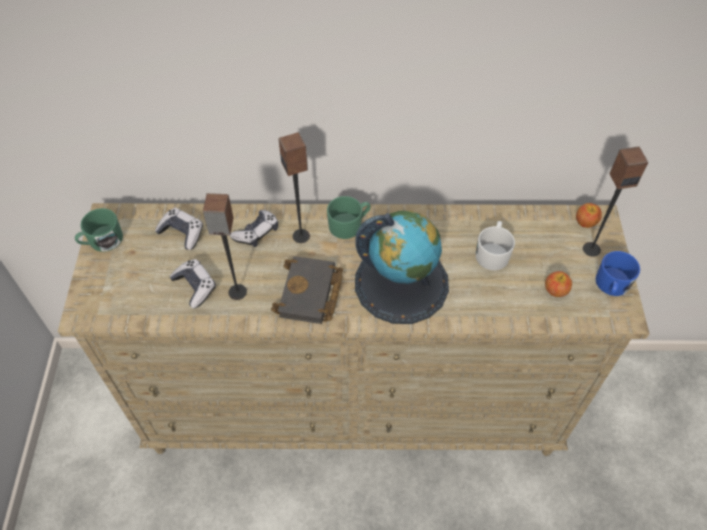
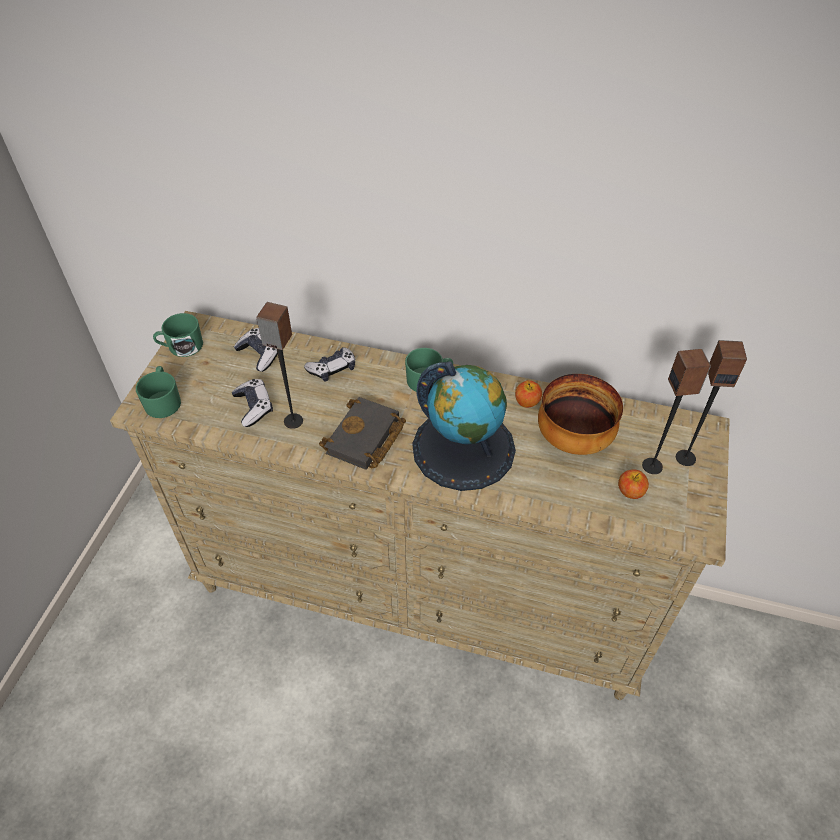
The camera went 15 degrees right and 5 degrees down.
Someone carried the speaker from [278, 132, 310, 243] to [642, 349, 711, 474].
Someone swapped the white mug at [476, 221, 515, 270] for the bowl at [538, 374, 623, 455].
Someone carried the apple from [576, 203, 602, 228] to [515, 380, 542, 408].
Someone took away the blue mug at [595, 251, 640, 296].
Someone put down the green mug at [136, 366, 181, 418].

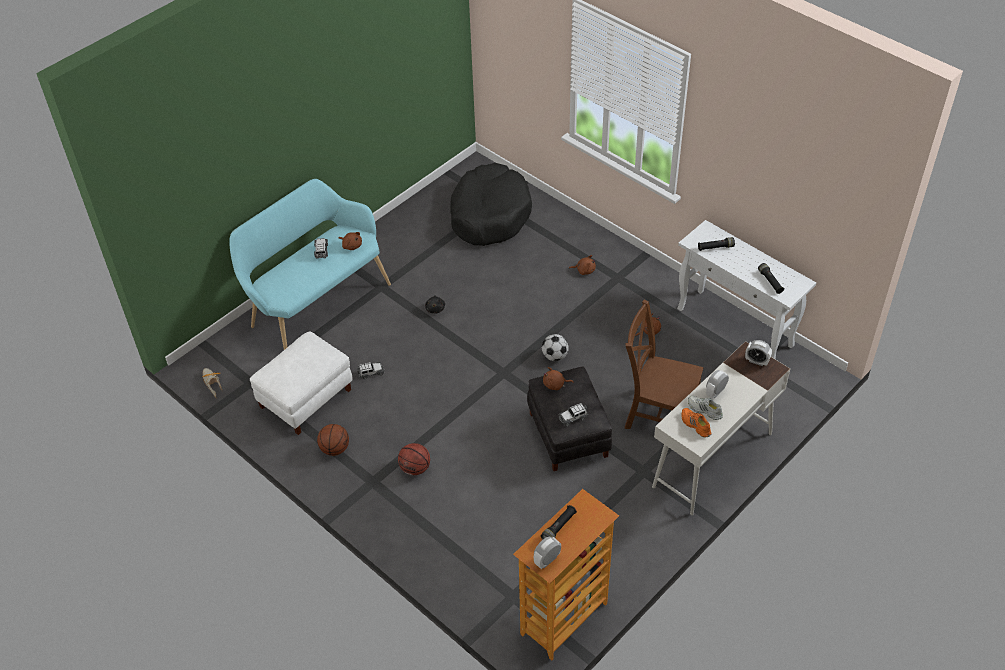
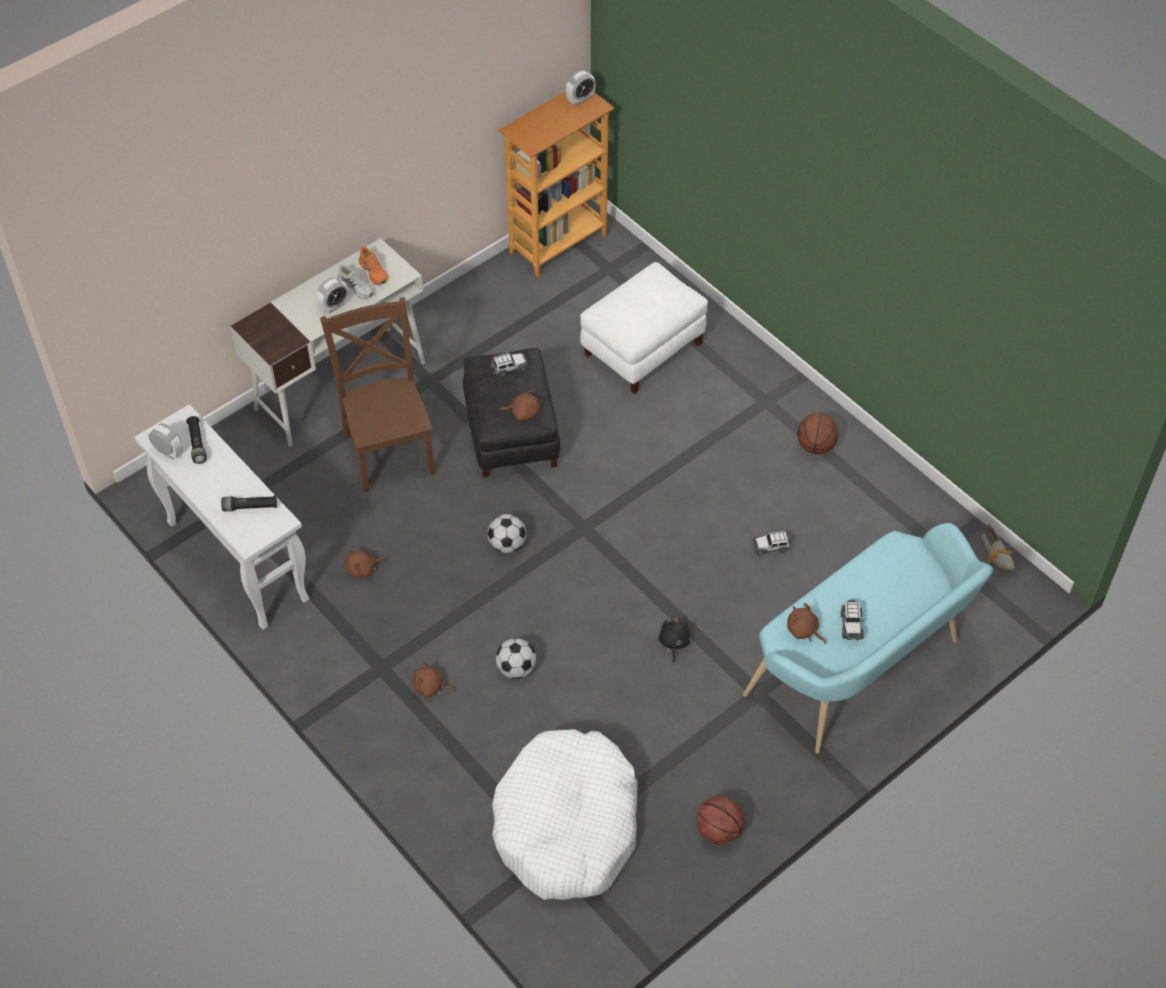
The camera went 175 degrees left and 5 degrees up.
Someone carried the white ottoman from [250, 331, 353, 435] to [580, 262, 708, 394].
Someone carried the basketball from [398, 443, 430, 475] to [696, 796, 744, 845].
Someone repainted the black dog bed at [450, 163, 532, 246], which became the white dog bed at [492, 729, 637, 900].
Someone took away the black flashlight at [541, 505, 577, 540].
Someone rotated the brown chair at [625, 300, 704, 429] by 135 degrees counterclockwise.
Someone carried the alarm clock from [745, 340, 772, 366] to [148, 423, 183, 459].
Someone put down the football at [496, 638, 536, 679].

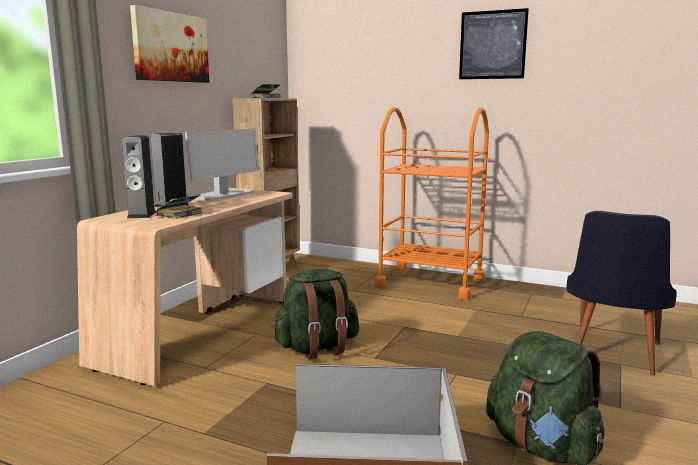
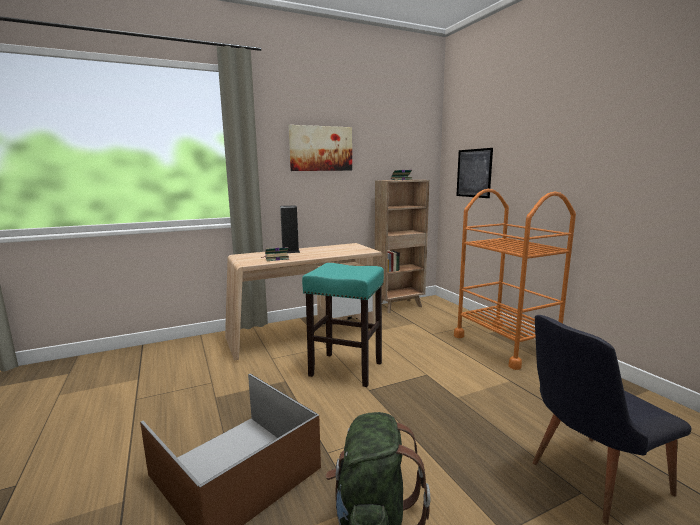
The camera went 40 degrees right and 0 degrees up.
Someone took away the speaker at [122, 136, 156, 218].
Someone took away the monitor at [185, 129, 259, 201].
Someone swapped the green backpack at [272, 269, 359, 360] for the turquoise stool at [302, 263, 384, 387].
Someone carried the picture from [459, 8, 529, 79] to [456, 148, 493, 198].

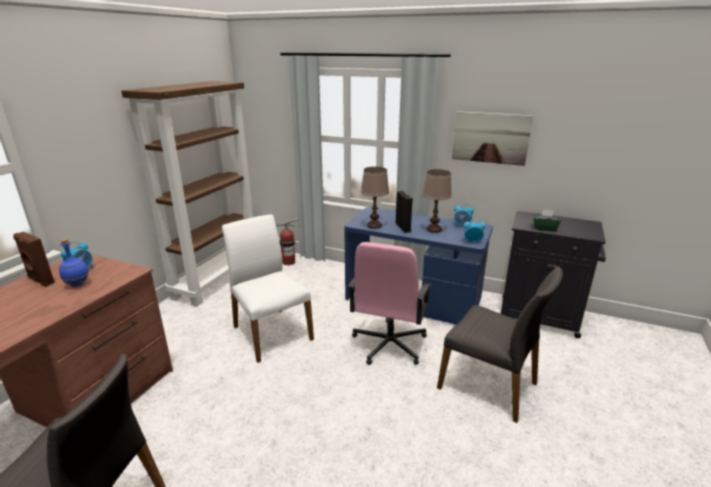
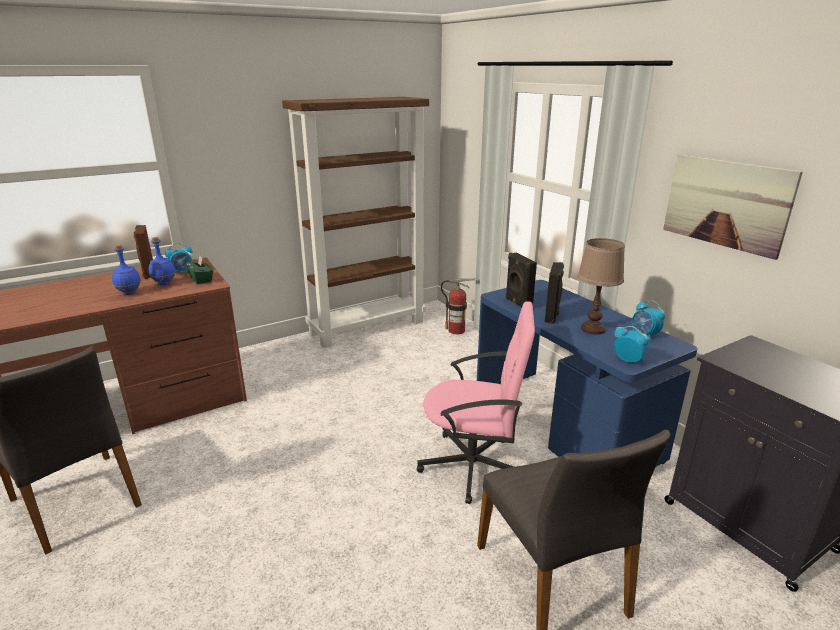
The camera went 35 degrees right and 0 degrees up.
Someone took away the white chair at [222, 215, 314, 363].
Someone rotated the pink office chair at [348, 242, 432, 365] by 135 degrees counterclockwise.
Someone swapped the brown table lamp at [361, 167, 389, 229] for the black speaker at [505, 253, 537, 308].
Someone carried the green tissue box from [533, 209, 561, 232] to [186, 256, 213, 284].
Someone put down the blue bottle at [112, 245, 141, 295].

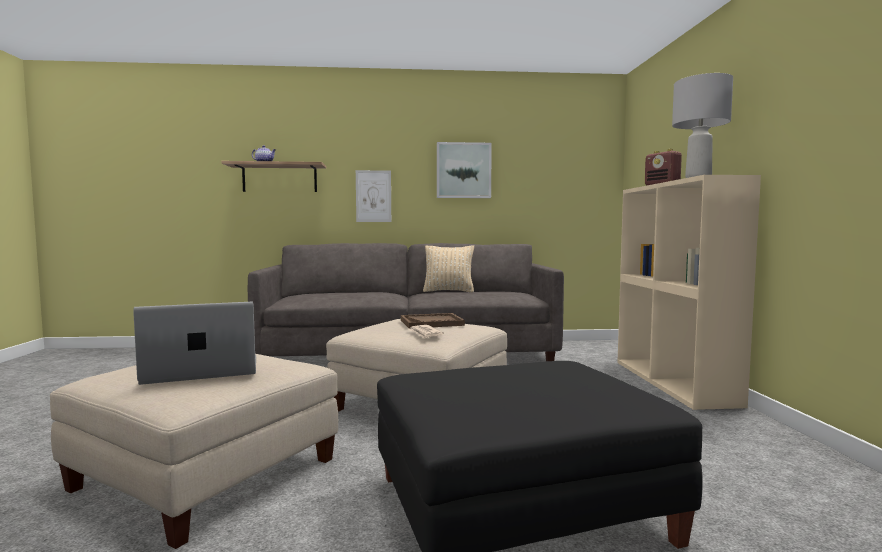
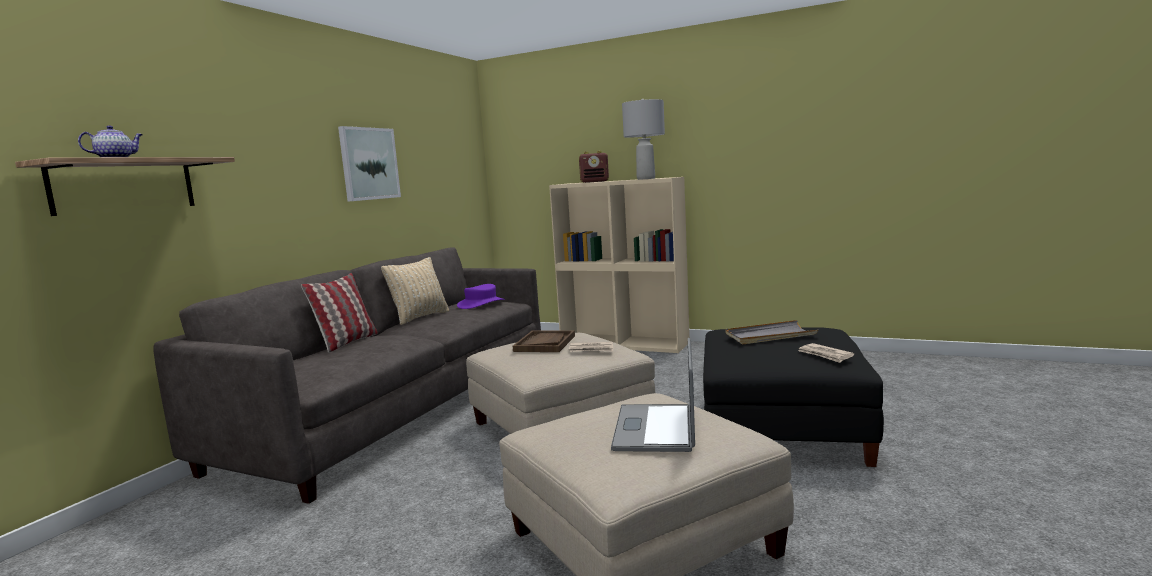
The camera went 60 degrees left and 5 degrees up.
Someone took away the picture at [356, 170, 391, 222].
Someone put down the pillow at [301, 273, 378, 352].
Someone put down the purple hat at [457, 284, 505, 309].
Someone put down the grey tray at [726, 320, 819, 344].
Someone put down the newspaper at [798, 343, 854, 363].

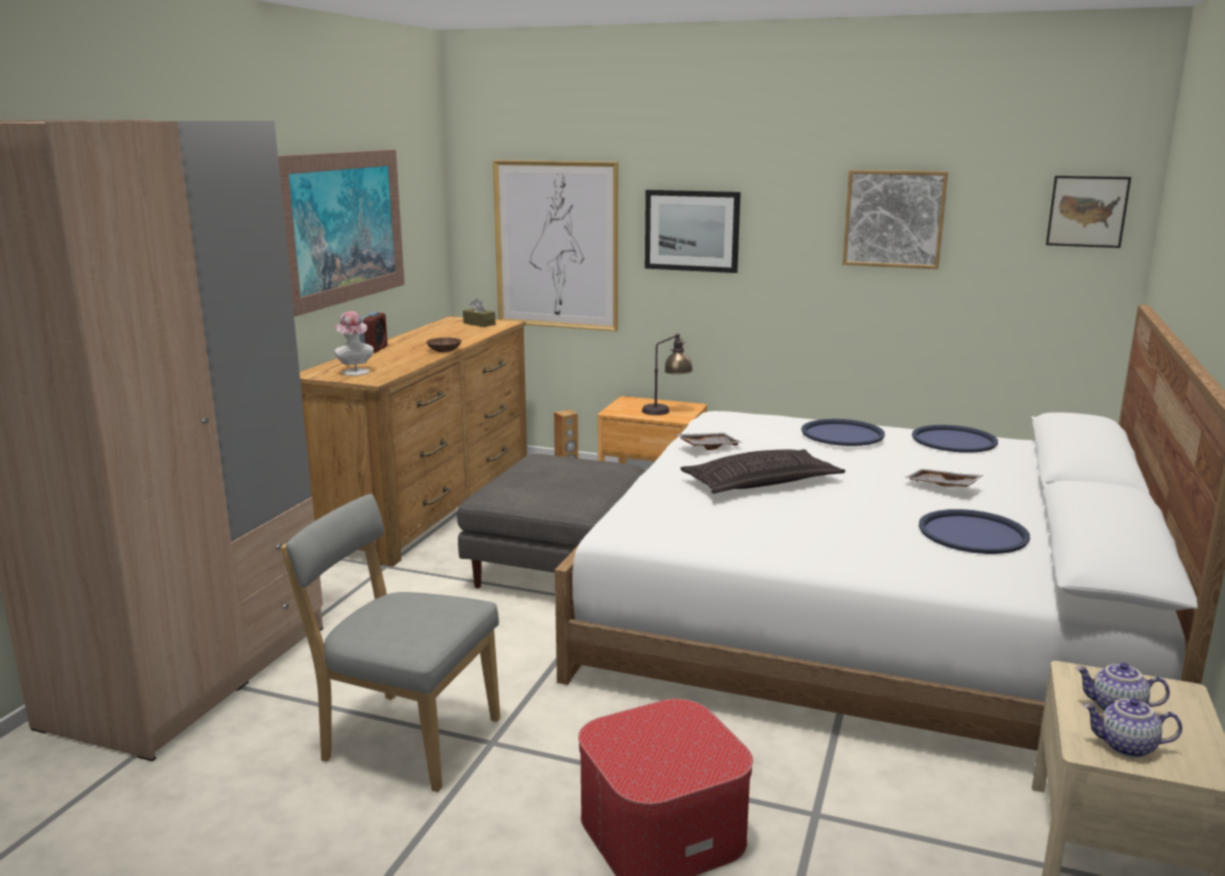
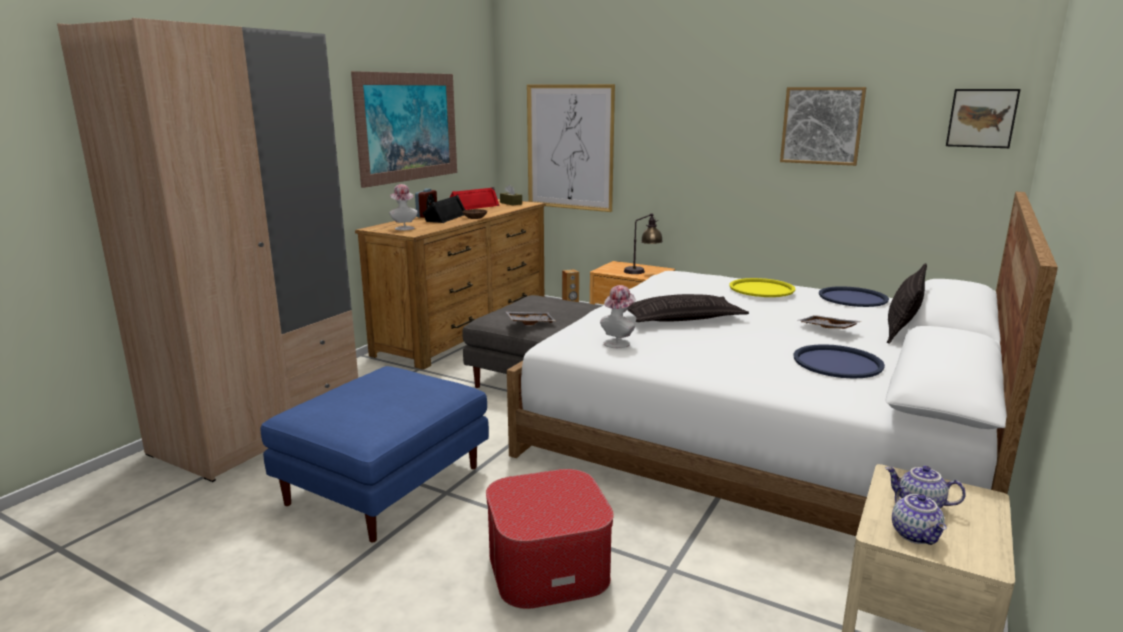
The camera went 10 degrees right and 0 degrees up.
Someone swapped the grey chair at [280, 494, 500, 792] for the blue ottoman at [261, 366, 489, 543].
Someone took away the picture at [645, 190, 741, 273].
Someone carried the grey tray from [676, 433, 743, 450] to [505, 311, 555, 325].
Someone repainted the blue tray at [801, 419, 885, 446], which became the yellow tray at [729, 278, 795, 297].
Someone rotated the teapot at [1083, 698, 1182, 758] by 120 degrees counterclockwise.
Someone put down the black speaker at [422, 195, 465, 223].
Someone put down the red speaker at [449, 187, 500, 210].
Someone put down the hat at [600, 285, 636, 348].
Someone put down the pillow at [887, 263, 927, 344].

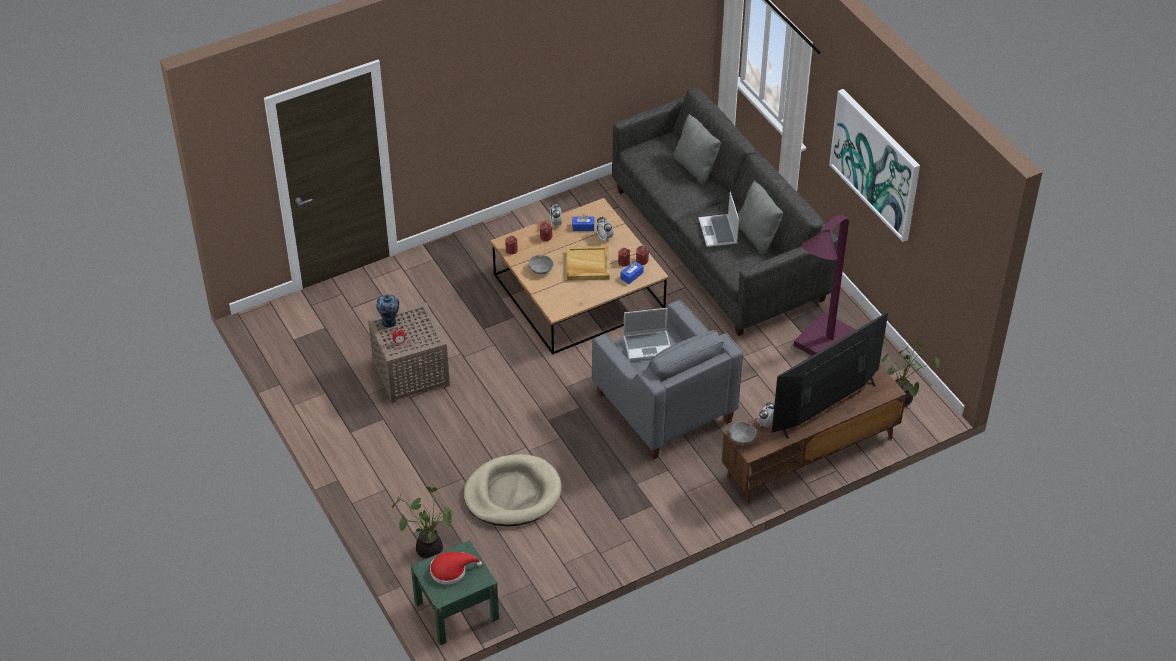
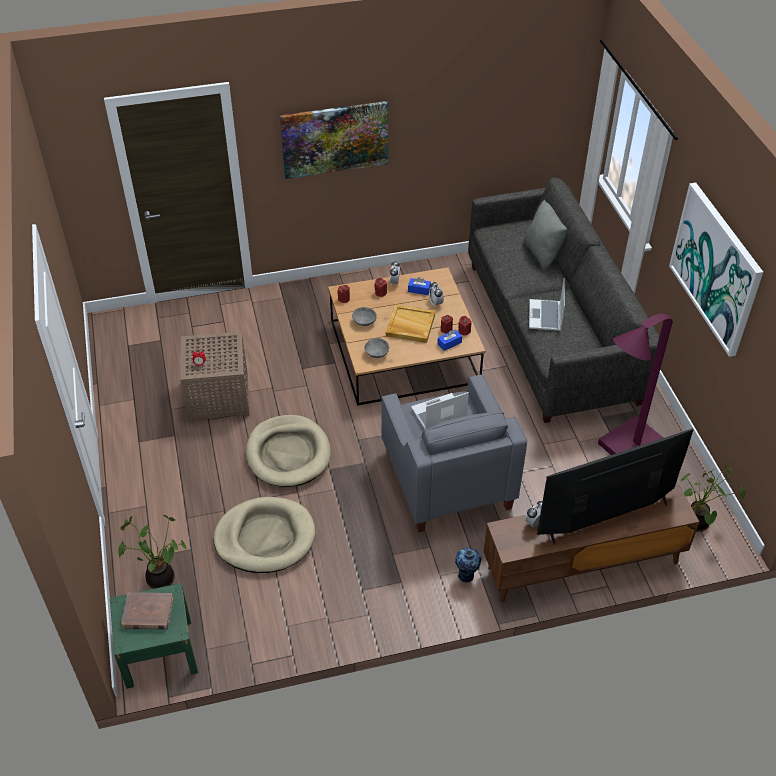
The camera went 15 degrees right and 0 degrees up.
Someone carried the vase from [376, 294, 399, 328] to [455, 548, 481, 583].
Someone swapped the red hat at [430, 552, 482, 585] for the brown book at [121, 592, 174, 629].
Someone rotated the laptop at [623, 308, 670, 360] by 150 degrees clockwise.
Someone carried the grey bowl from [729, 422, 756, 444] to [364, 338, 389, 358].
Someone took away the grey pillow at [738, 181, 783, 255].
Someone put down the beige dog bed at [246, 415, 331, 487].
Someone put up the picture at [280, 101, 388, 179].

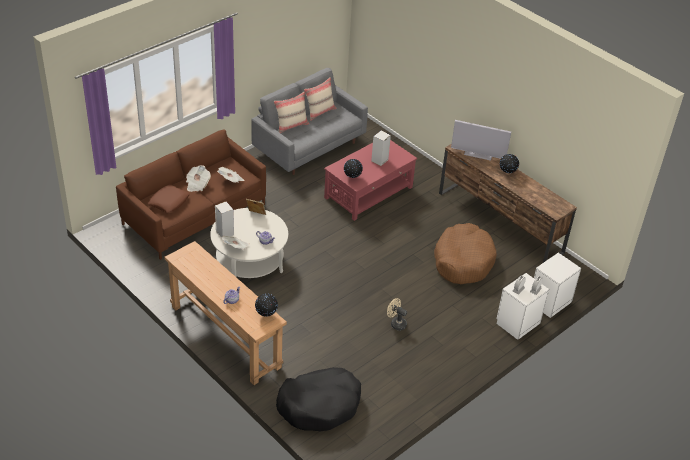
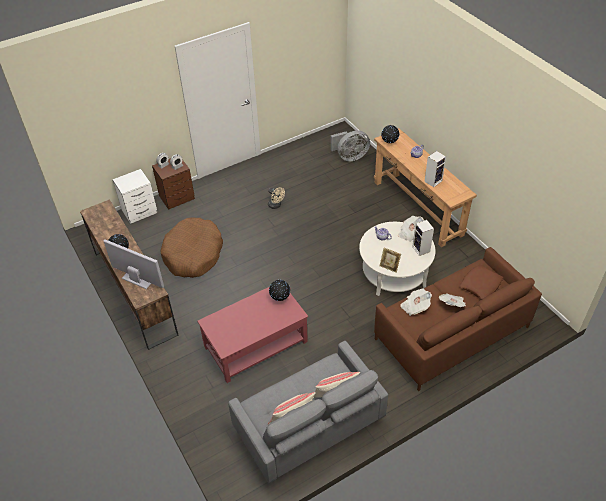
The camera went 165 degrees left and 5 degrees up.
Someone swapped the black dog bed at [276, 367, 361, 431] for the grey fan at [331, 130, 370, 161].
Someone carried the speaker from [371, 131, 391, 166] to [424, 151, 446, 187].
Someone repainted the white nightstand at [496, 273, 549, 340], which became the brown nightstand at [152, 159, 195, 210].

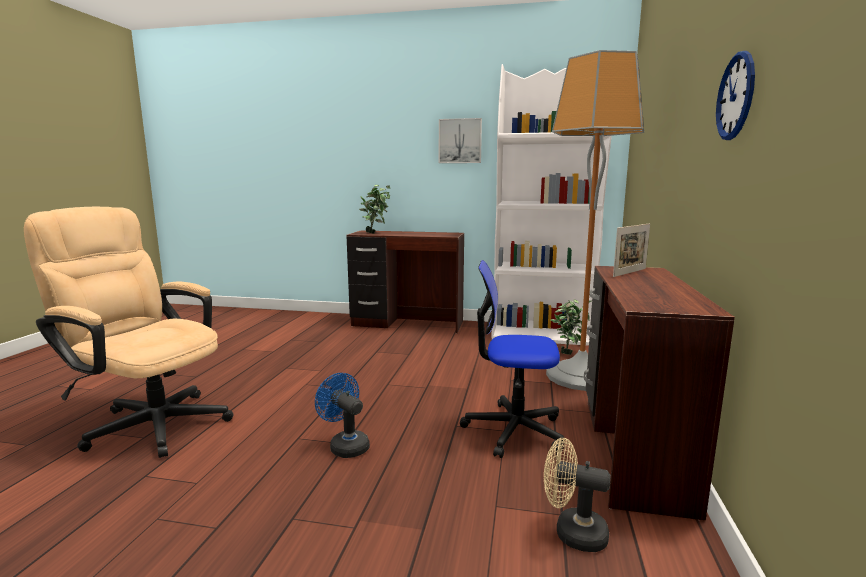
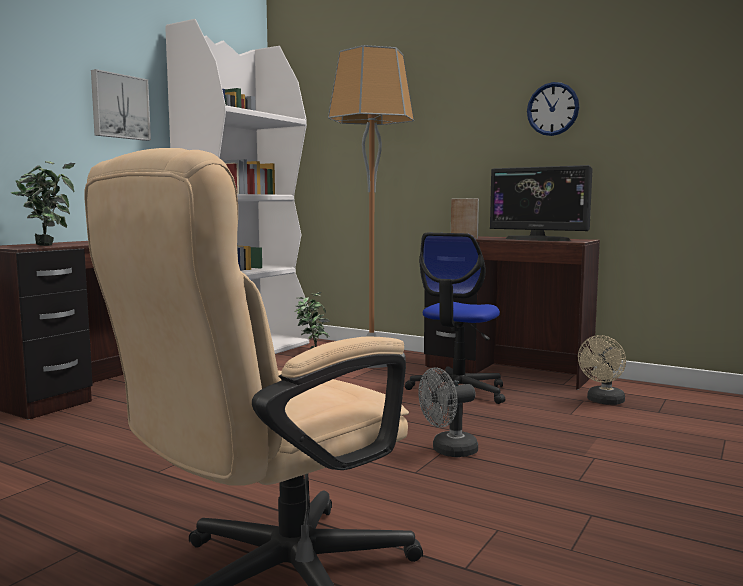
The camera went 70 degrees left and 5 degrees down.
Someone repainted the blue fan at [315, 373, 370, 458], which became the grey fan at [419, 367, 478, 457].
Someone put down the monitor at [490, 165, 592, 241].

